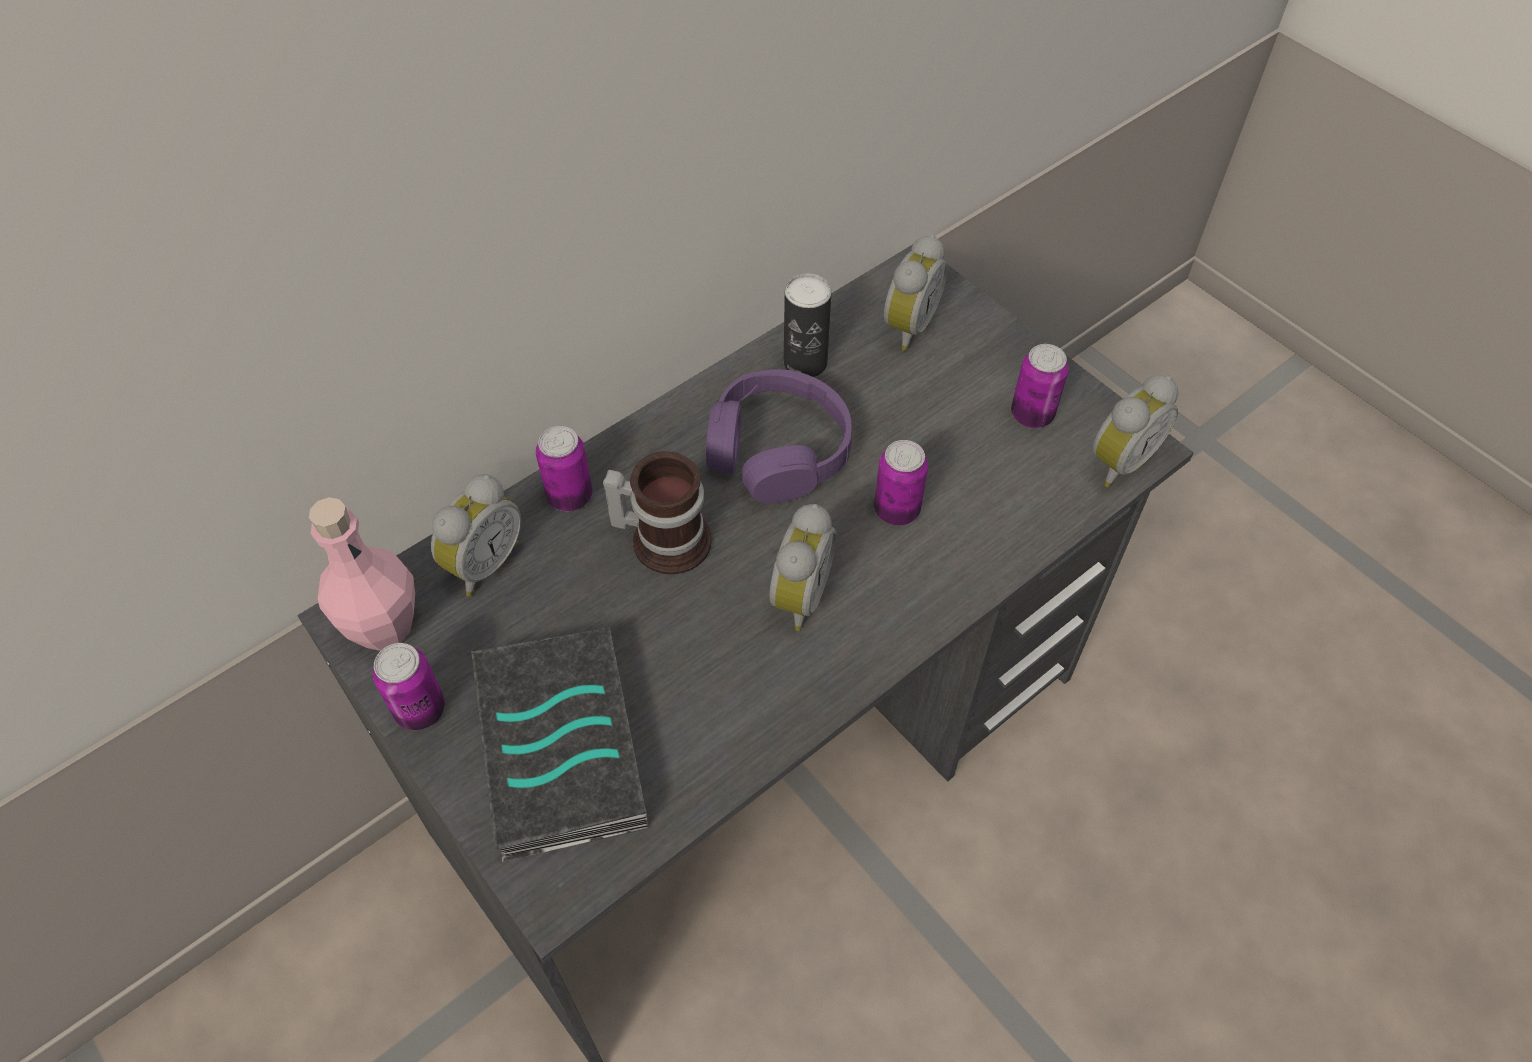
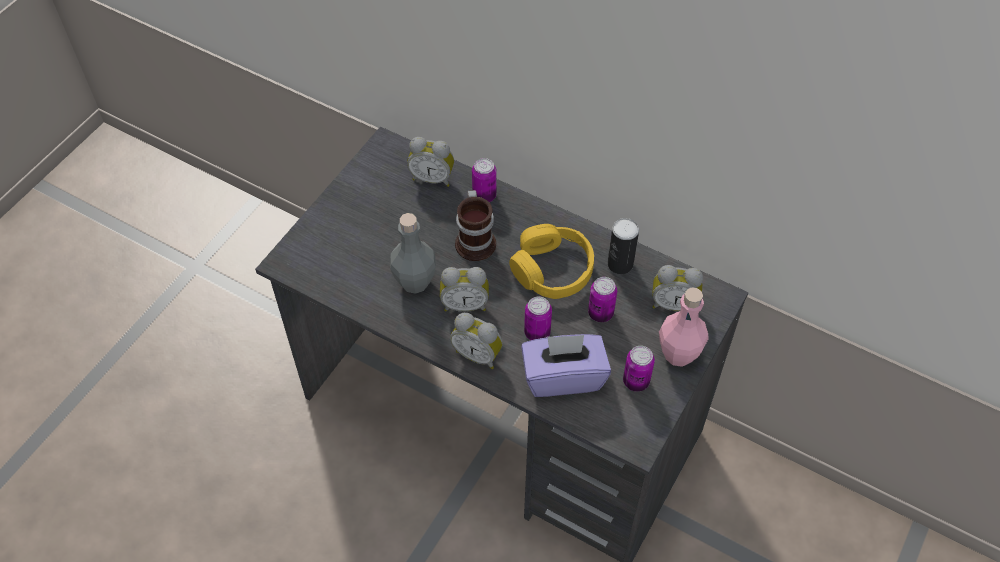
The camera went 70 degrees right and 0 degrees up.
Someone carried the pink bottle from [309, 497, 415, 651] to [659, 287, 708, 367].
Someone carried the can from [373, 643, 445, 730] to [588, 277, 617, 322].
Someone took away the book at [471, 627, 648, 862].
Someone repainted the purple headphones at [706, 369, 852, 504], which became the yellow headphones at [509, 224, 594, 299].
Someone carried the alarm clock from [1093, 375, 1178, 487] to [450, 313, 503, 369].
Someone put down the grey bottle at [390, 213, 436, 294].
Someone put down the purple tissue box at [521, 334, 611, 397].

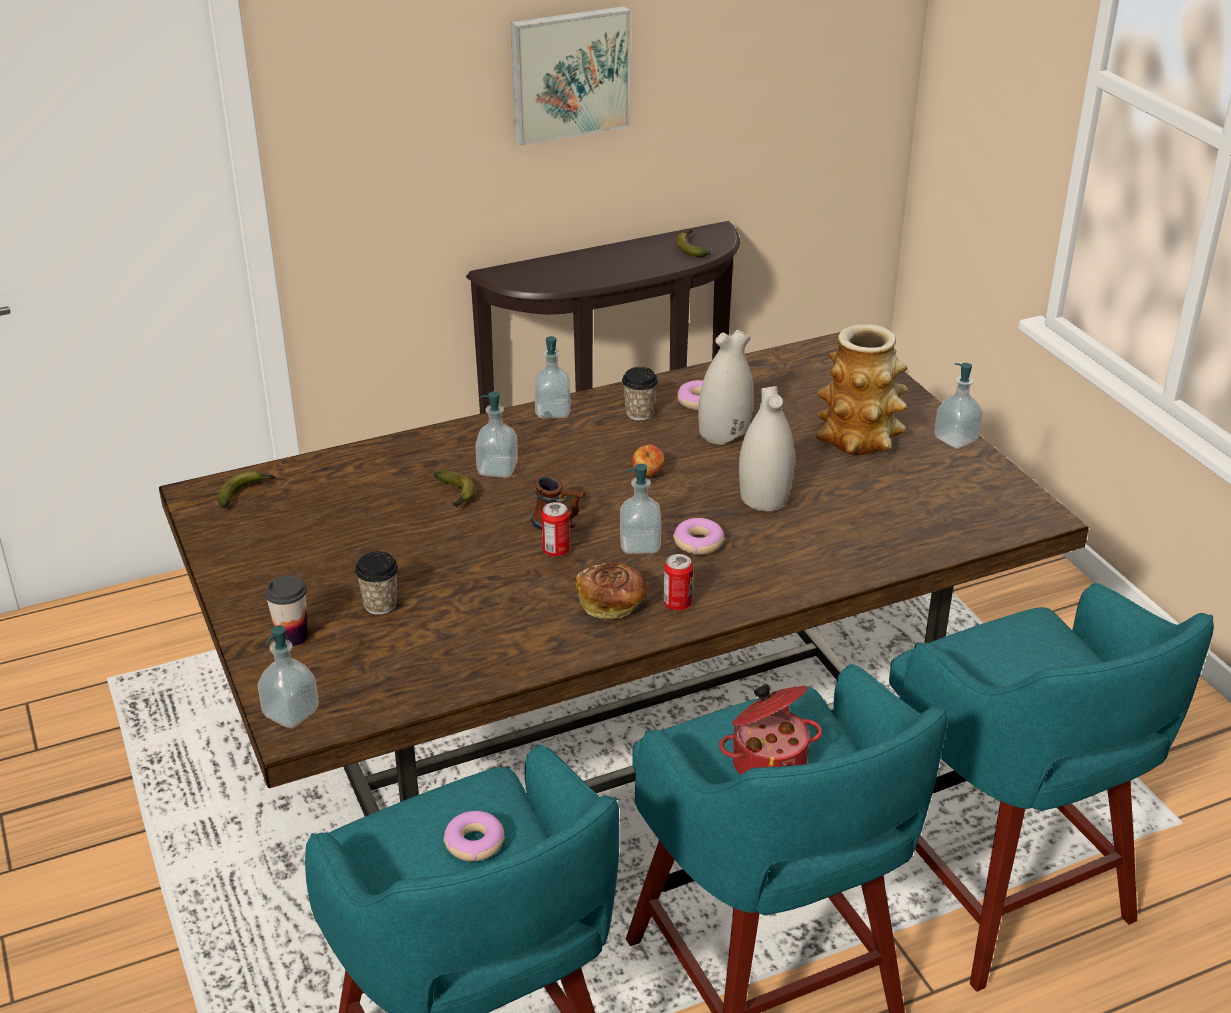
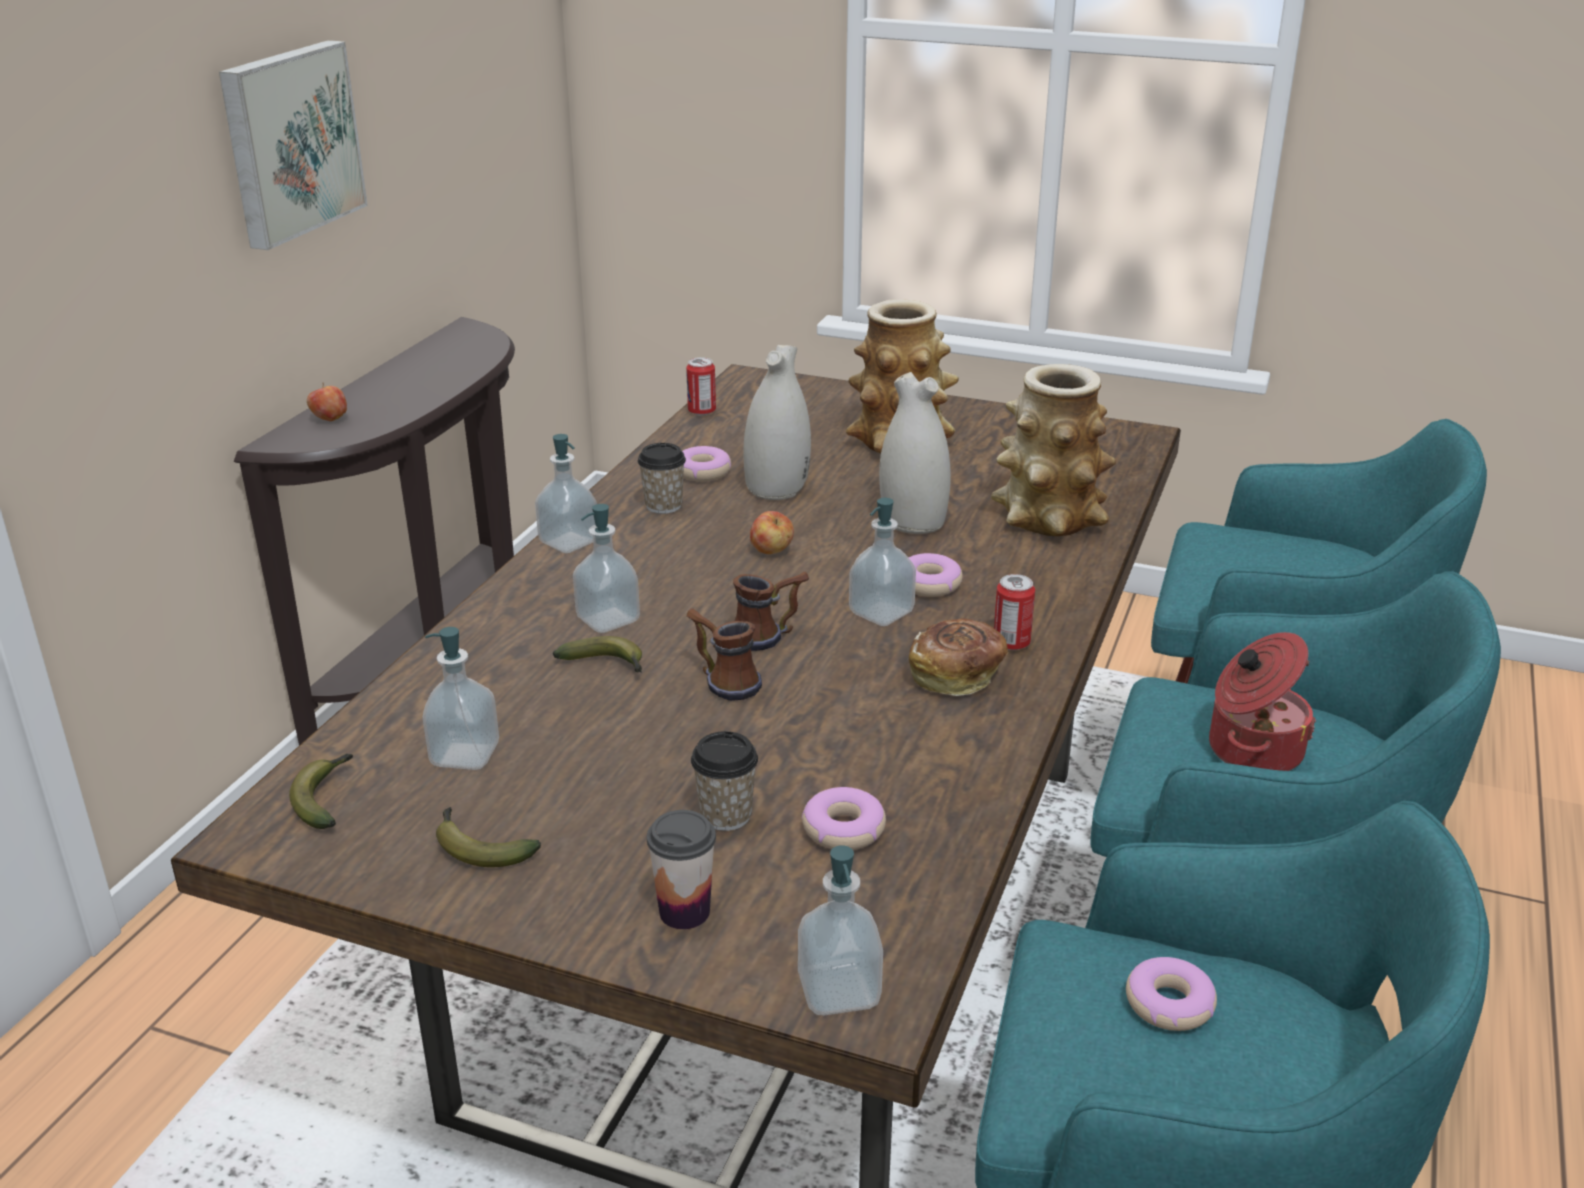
The camera went 45 degrees left and 5 degrees down.
Someone carried the can from [541, 502, 570, 557] to [686, 357, 716, 416].
Someone carried the banana from [676, 230, 710, 257] to [436, 807, 541, 867].
Someone carried the soap dispenser from [934, 363, 983, 449] to [423, 627, 499, 770].
Someone put down the apple at [307, 383, 347, 421].
Someone put down the mug at [687, 608, 762, 701].
Someone put down the donut at [802, 787, 886, 850].
Someone put down the vase at [991, 364, 1116, 536].

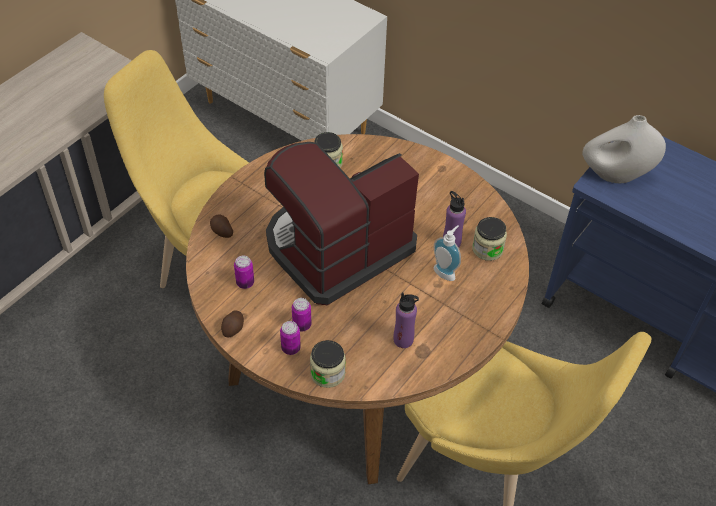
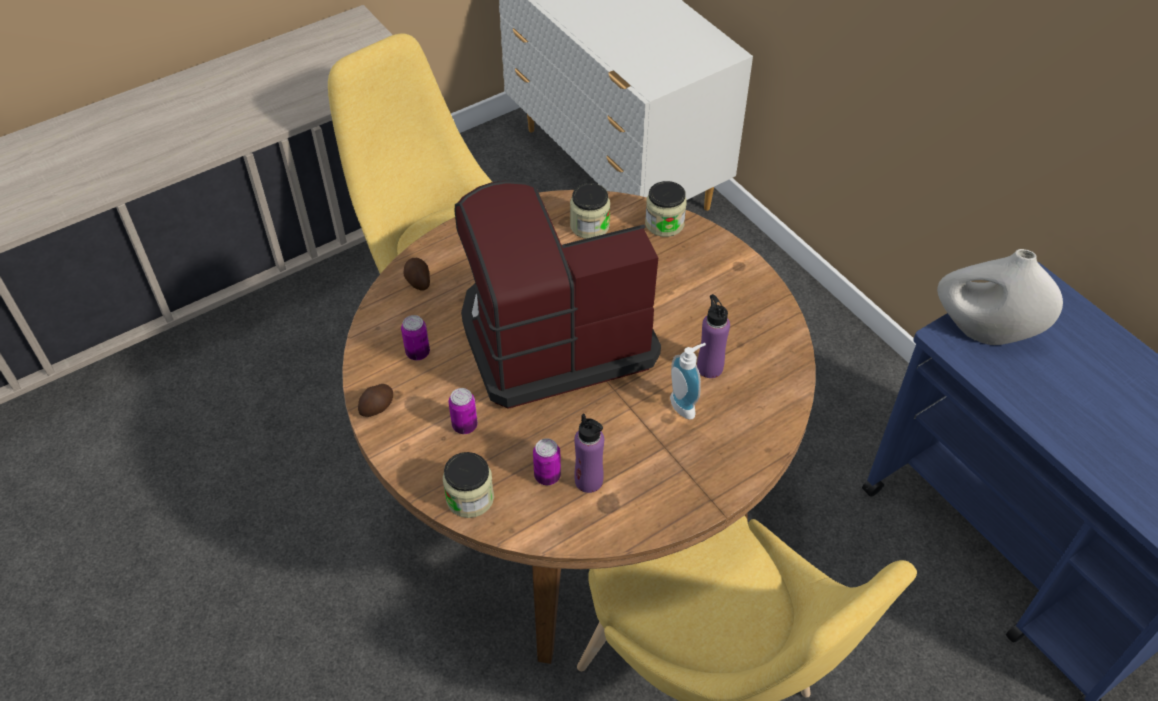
The camera went 20 degrees right and 0 degrees up.
Someone carried the can from [280, 321, 301, 355] to [533, 438, 561, 485].
Someone carried the jar from [472, 217, 507, 261] to [645, 181, 687, 237].

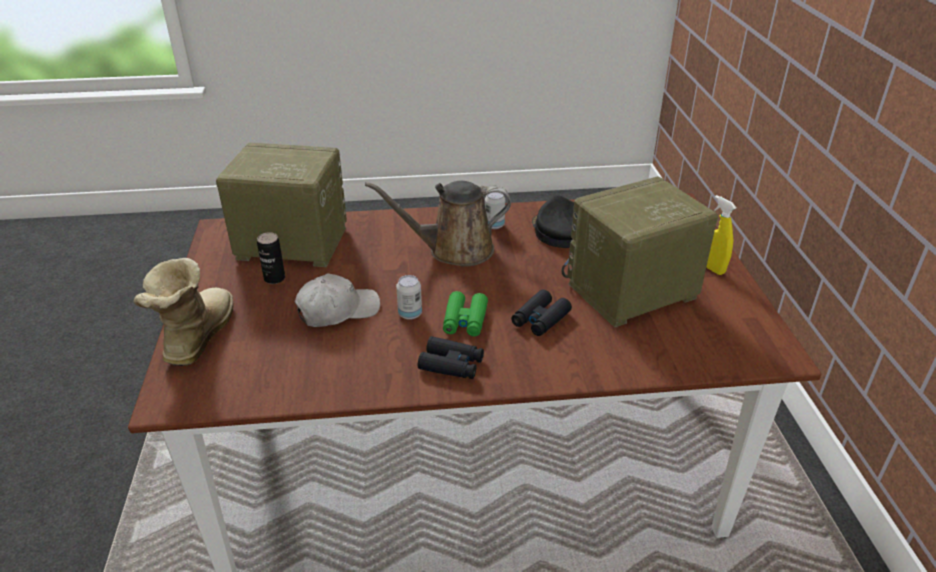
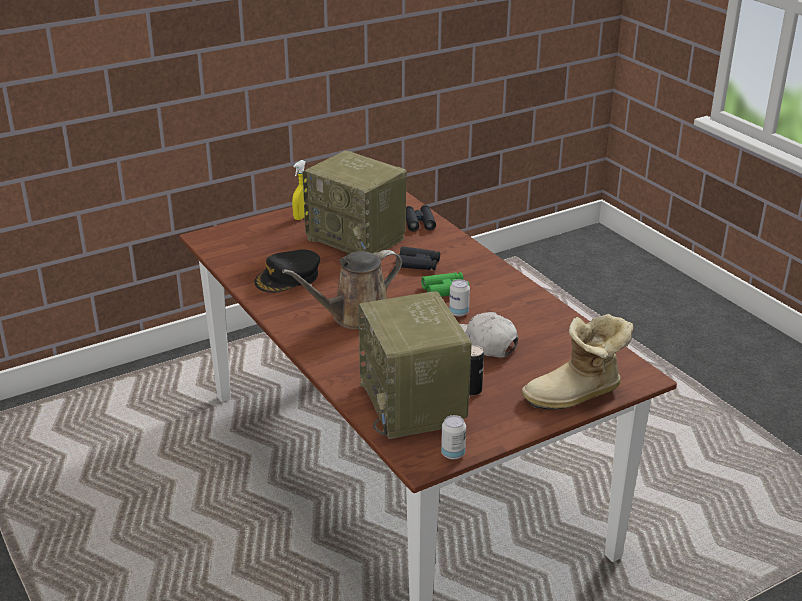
The camera went 115 degrees left and 5 degrees down.
Someone rotated the brown watering can at [365, 181, 511, 266] by 90 degrees clockwise.
Someone carried the black binoculars from [418, 336, 484, 379] to [406, 205, 436, 231].
Someone carried the can from [485, 192, 505, 229] to [441, 415, 466, 460].

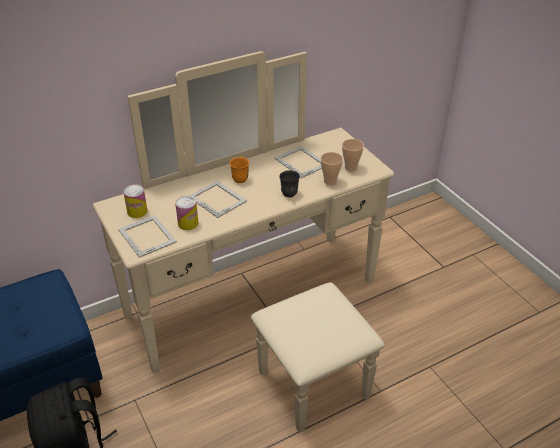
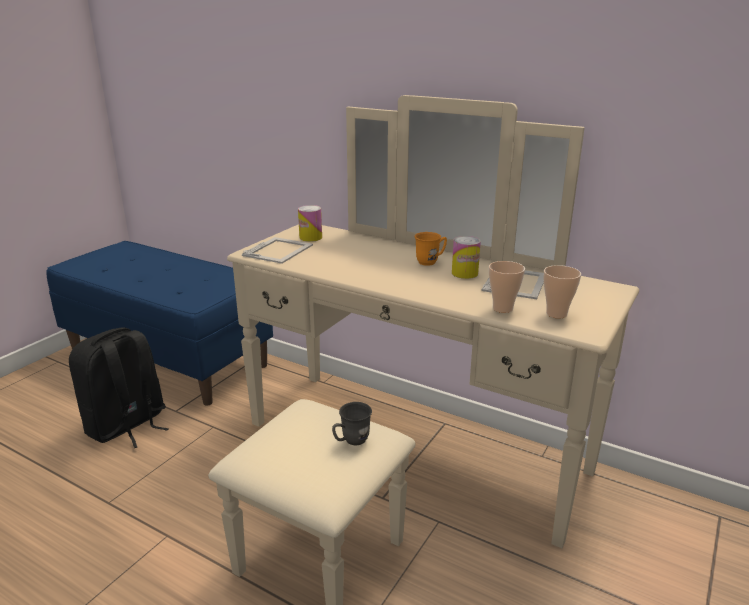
The camera went 60 degrees right and 15 degrees down.
Someone carried the can from [175, 196, 199, 230] to [452, 236, 481, 279].
Someone took away the picture frame at [189, 181, 247, 218].
Someone carried the grey mug from [279, 170, 300, 198] to [332, 402, 372, 445].

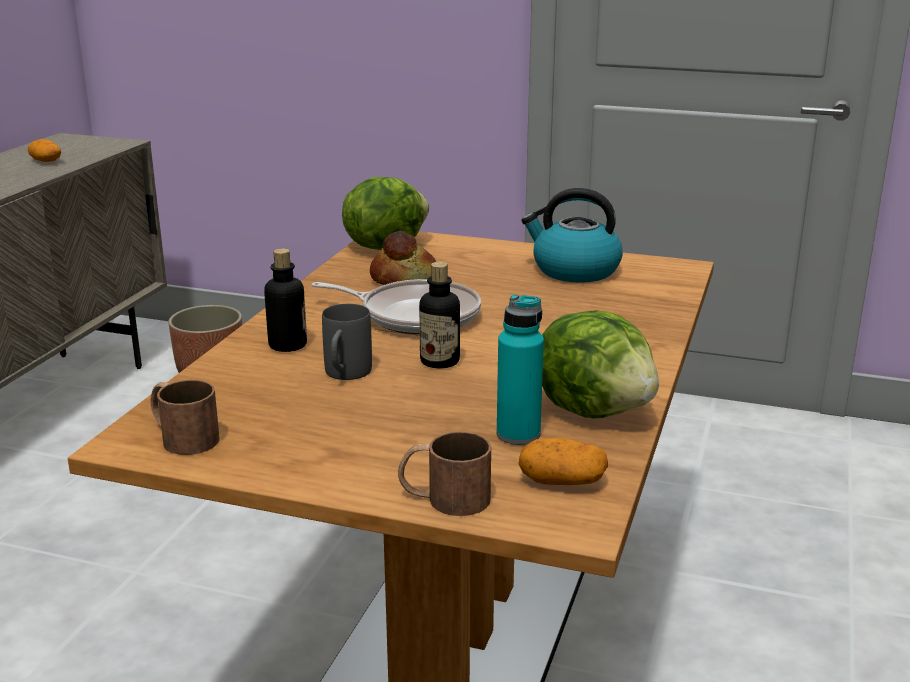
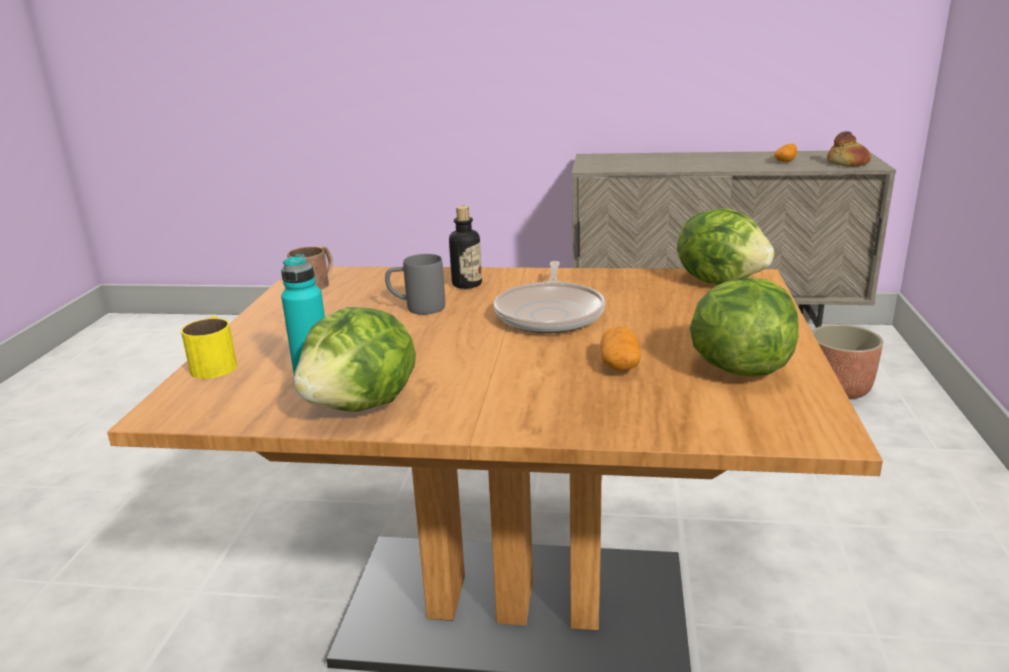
The camera went 80 degrees right and 0 degrees up.
Someone carried the bread from [370, 231, 436, 285] to [827, 131, 871, 167].
Someone repainted the brown mug at [398, 431, 491, 516], which became the yellow mug at [181, 316, 237, 379].
Someone took away the bottle at [419, 262, 460, 368].
Someone carried the potato from [519, 438, 608, 485] to [600, 327, 641, 371].
Someone swapped the kettle at [522, 188, 623, 283] for the lettuce at [690, 277, 799, 377].

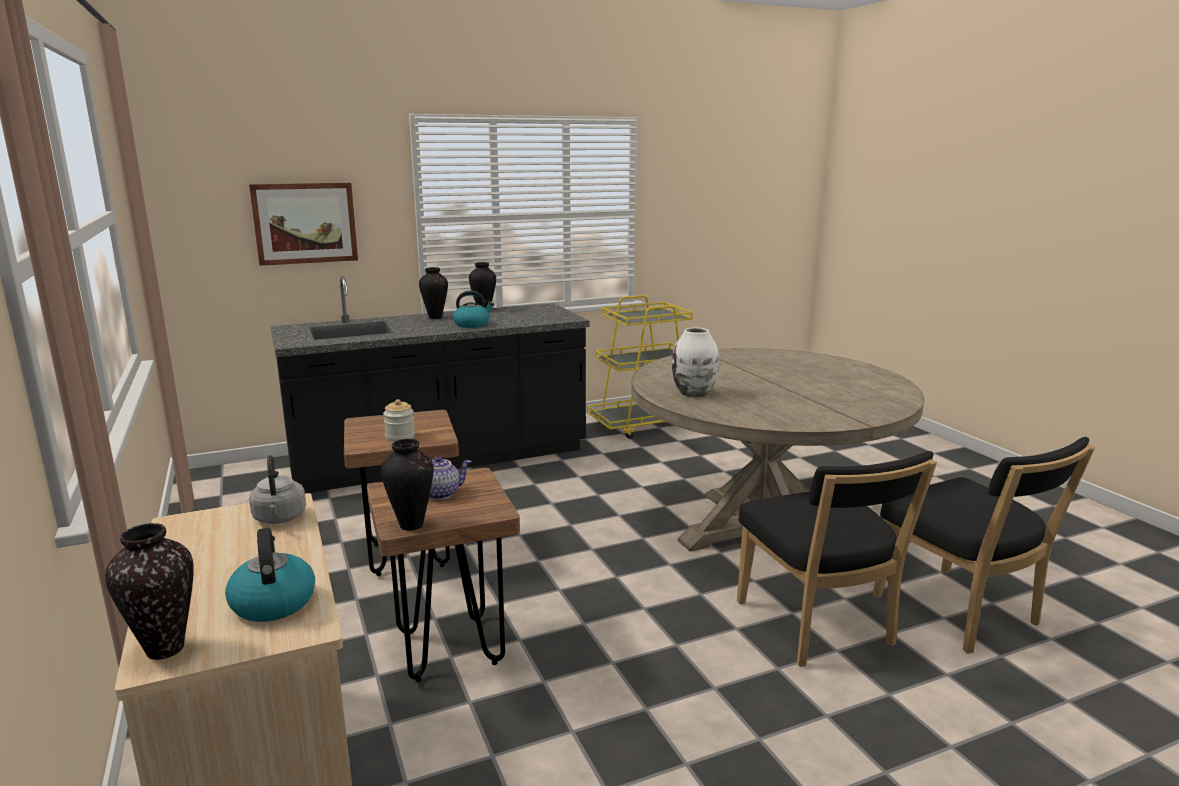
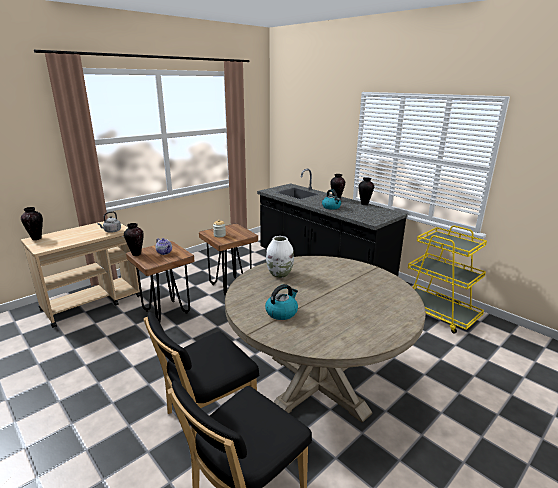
The camera went 70 degrees right and 5 degrees up.
Someone carried the kettle from [225, 528, 315, 622] to [265, 284, 298, 320].
Someone took away the picture at [249, 183, 358, 266].

